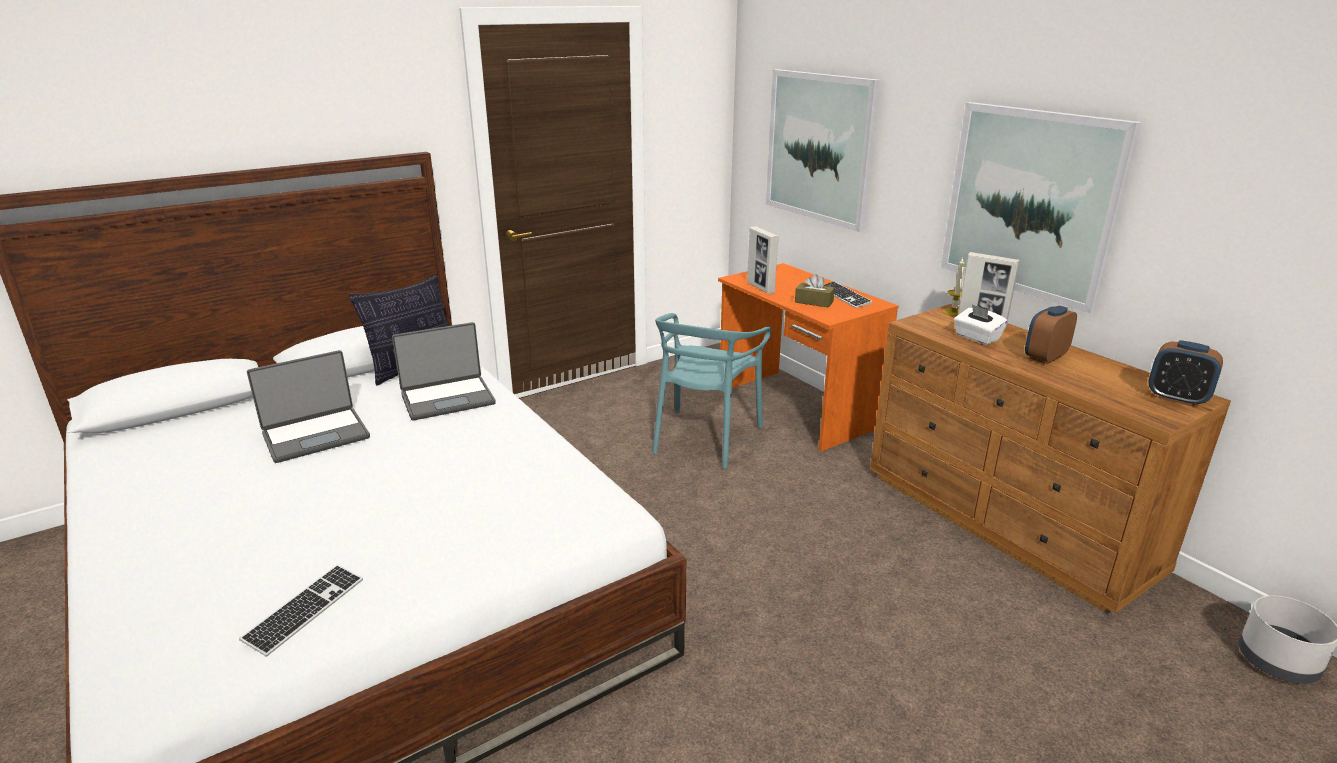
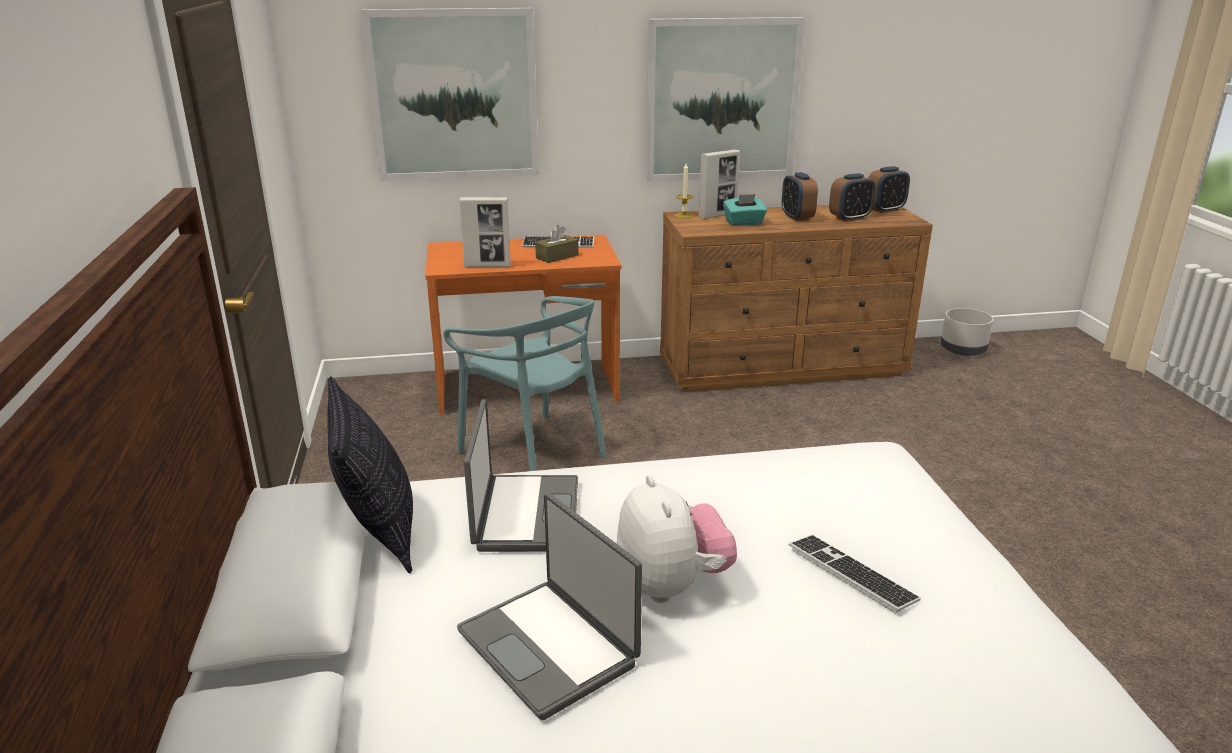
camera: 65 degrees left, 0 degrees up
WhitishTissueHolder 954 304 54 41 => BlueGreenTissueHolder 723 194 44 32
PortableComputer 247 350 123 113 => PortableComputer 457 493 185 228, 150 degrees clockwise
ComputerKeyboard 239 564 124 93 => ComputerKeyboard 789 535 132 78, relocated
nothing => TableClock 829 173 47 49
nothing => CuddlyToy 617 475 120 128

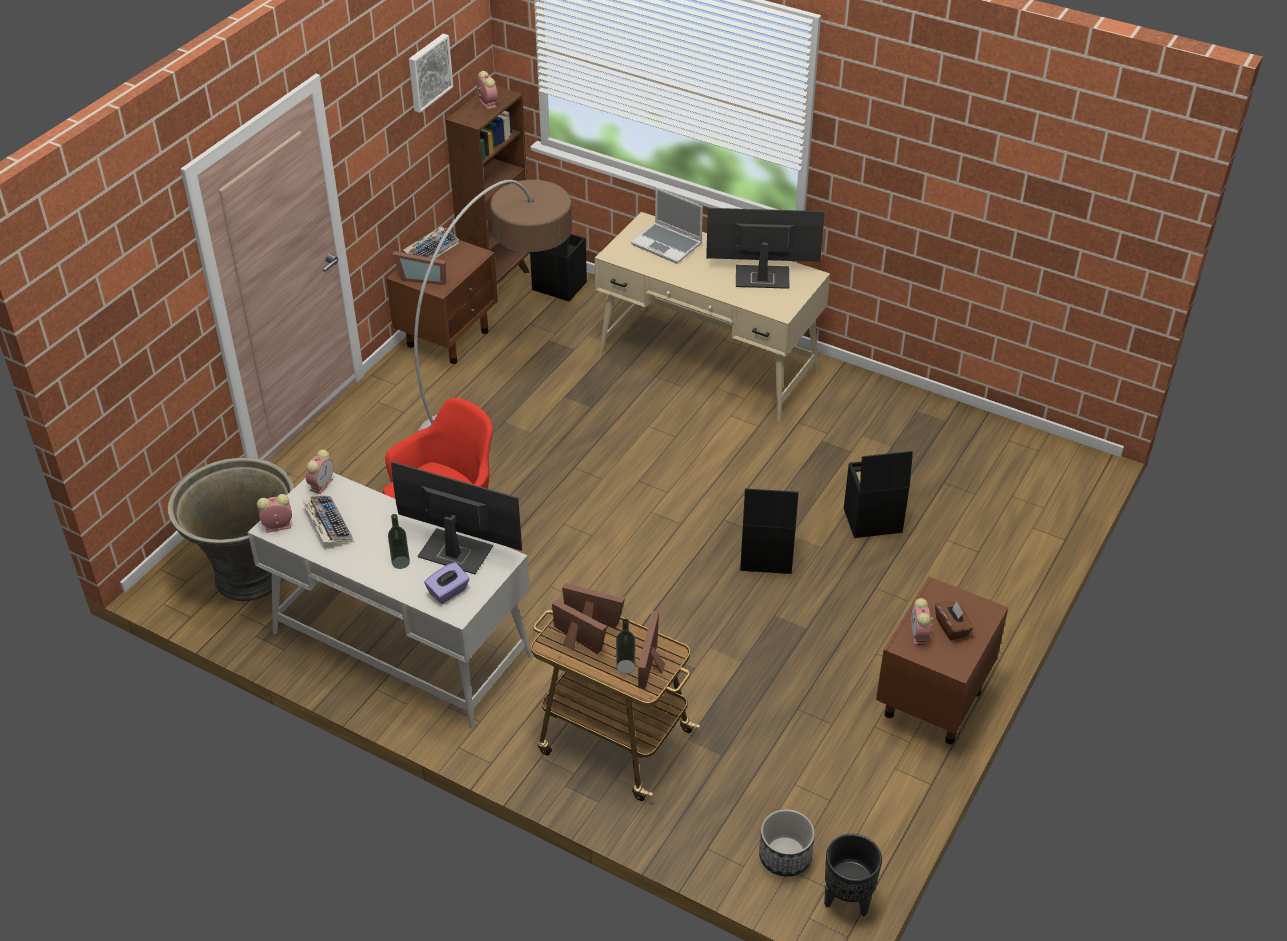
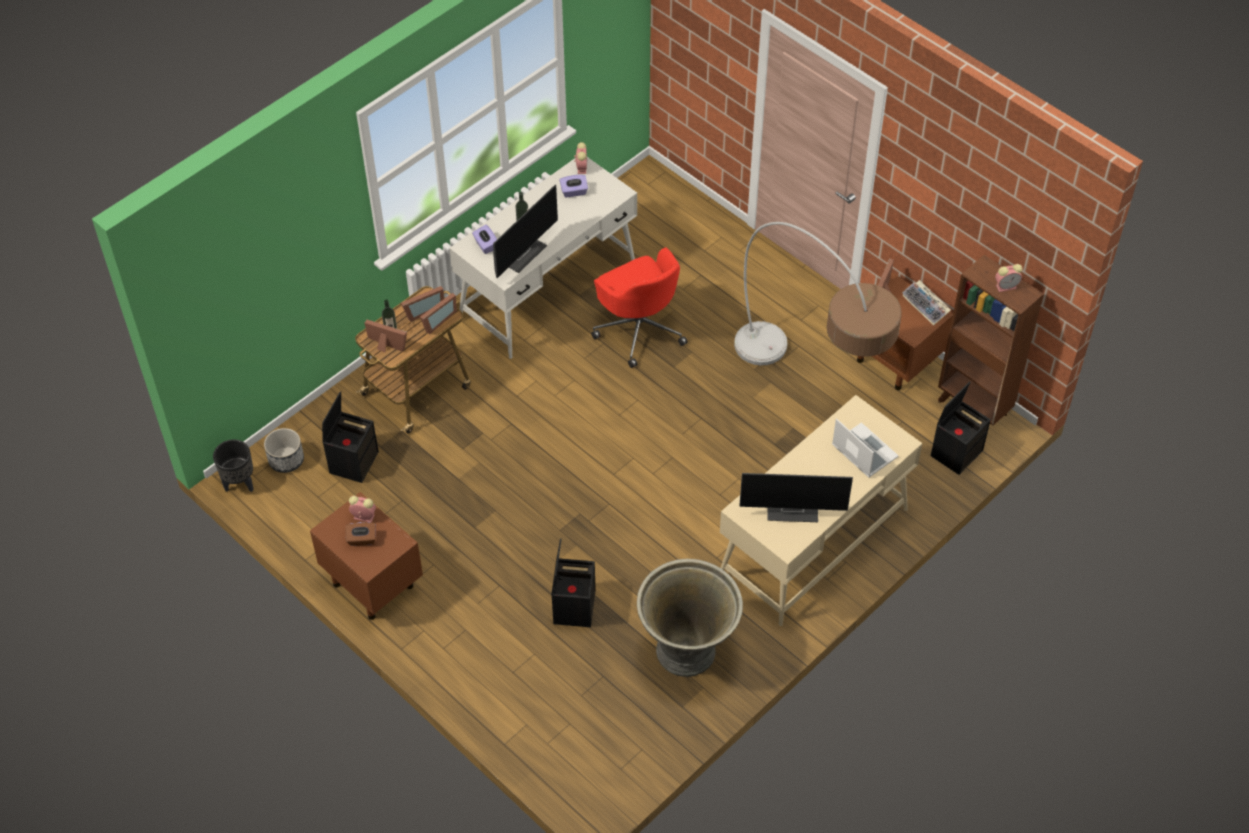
camera: 105 degrees right, 10 degrees up
WallPicture 409 34 44 79 => nothing
PortableComputer 631 188 72 76 => PortableComputer 832 418 67 60, 90 degrees clockwise
Monitor 706 208 119 81 => Monitor 739 473 114 49, 75 degrees clockwise
TableClock 306 449 28 45 => nothing
GreyPlanter 167 458 127 143 => GreyPlanter 637 559 106 118, relocated
BlackStorageBin 740 488 59 86 => BlackStorageBin 322 391 57 92, relocated
ComputerKeyboard 302 496 51 46 => PurplishTissueHolder 560 175 28 22

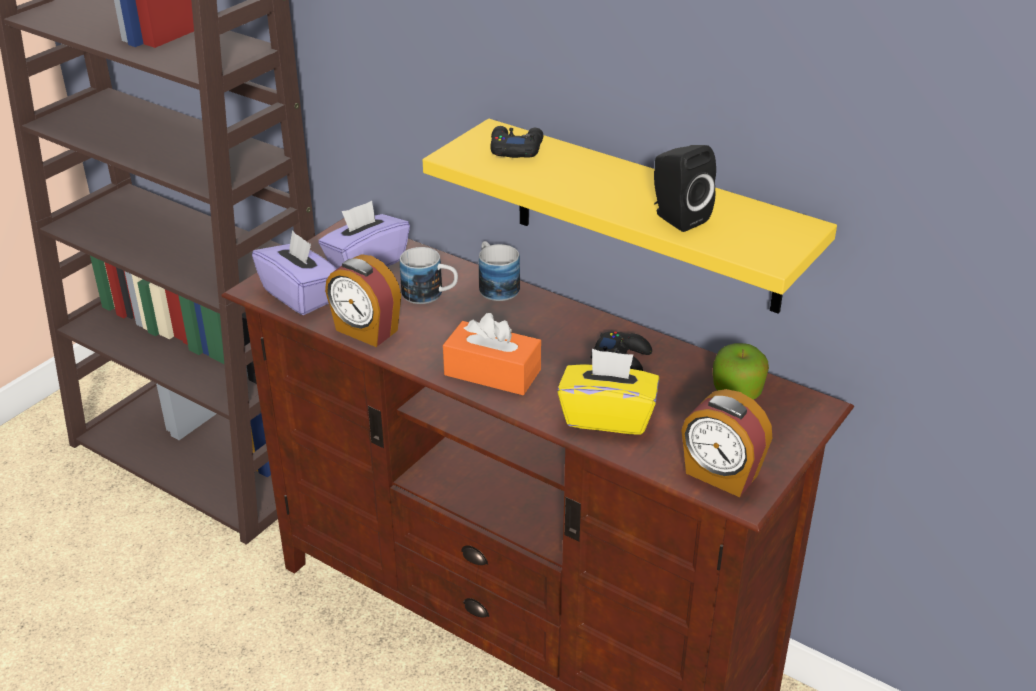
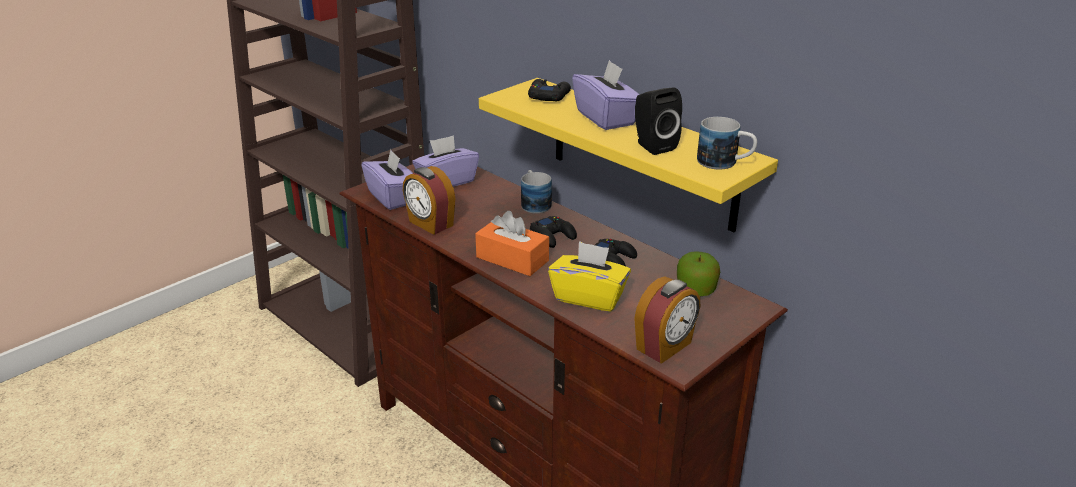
camera: 10 degrees right, 5 degrees down
Mug 400 247 58 57 => Mug 697 117 60 53, relocated
TableClock 681 389 91 108 => TableClock 634 276 66 88, 90 degrees counterclockwise
nothing => PurplishTissueHolder 572 60 68 70
nothing => BlackJoypad 530 216 47 32

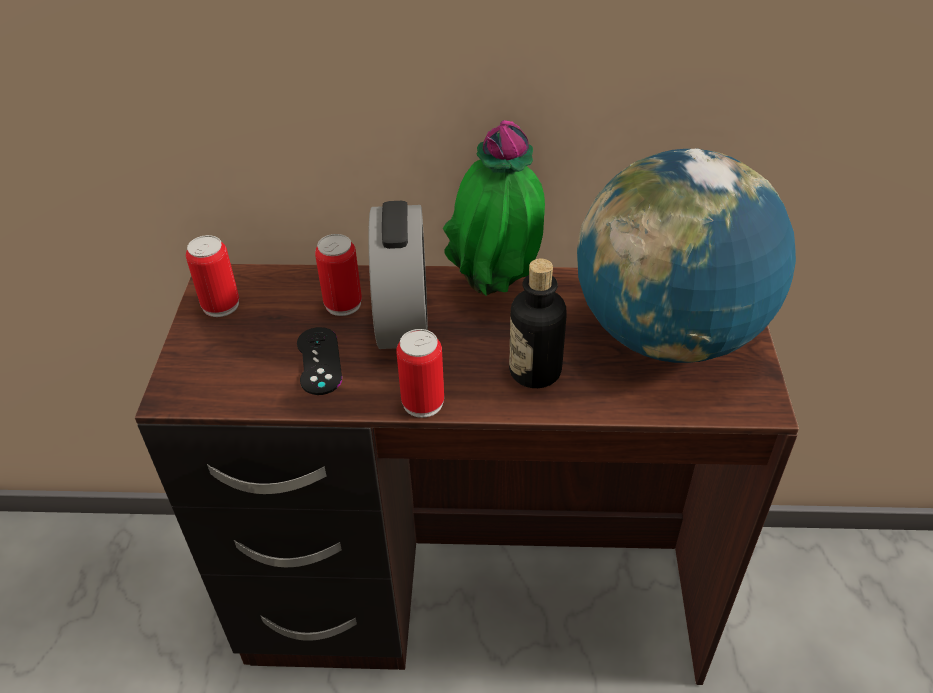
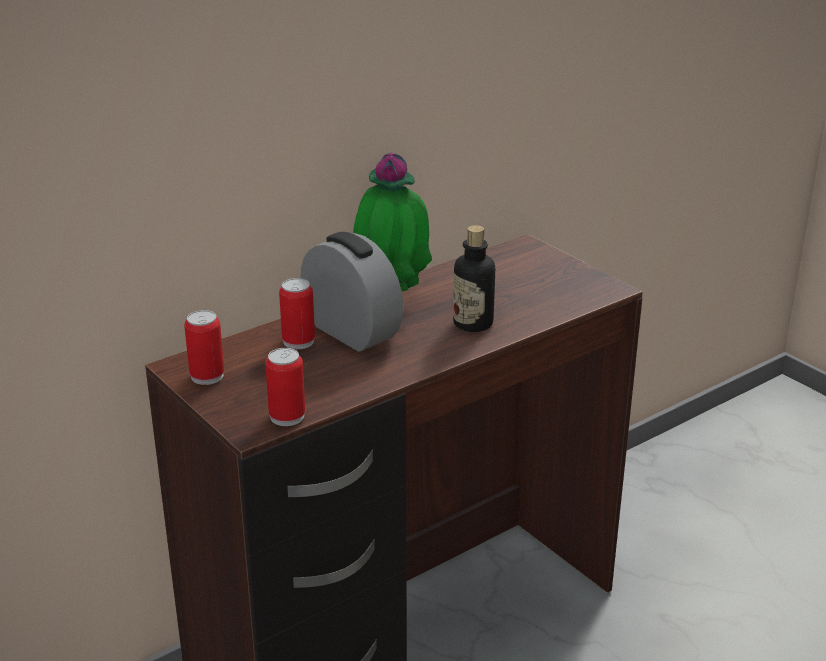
camera: 40 degrees left, 15 degrees down
DeskGlobe 577 148 219 215 => nothing
BlackJoypad 297 327 45 68 => nothing
MetalCan 396 329 48 89 => MetalCan 265 348 40 78, relocated

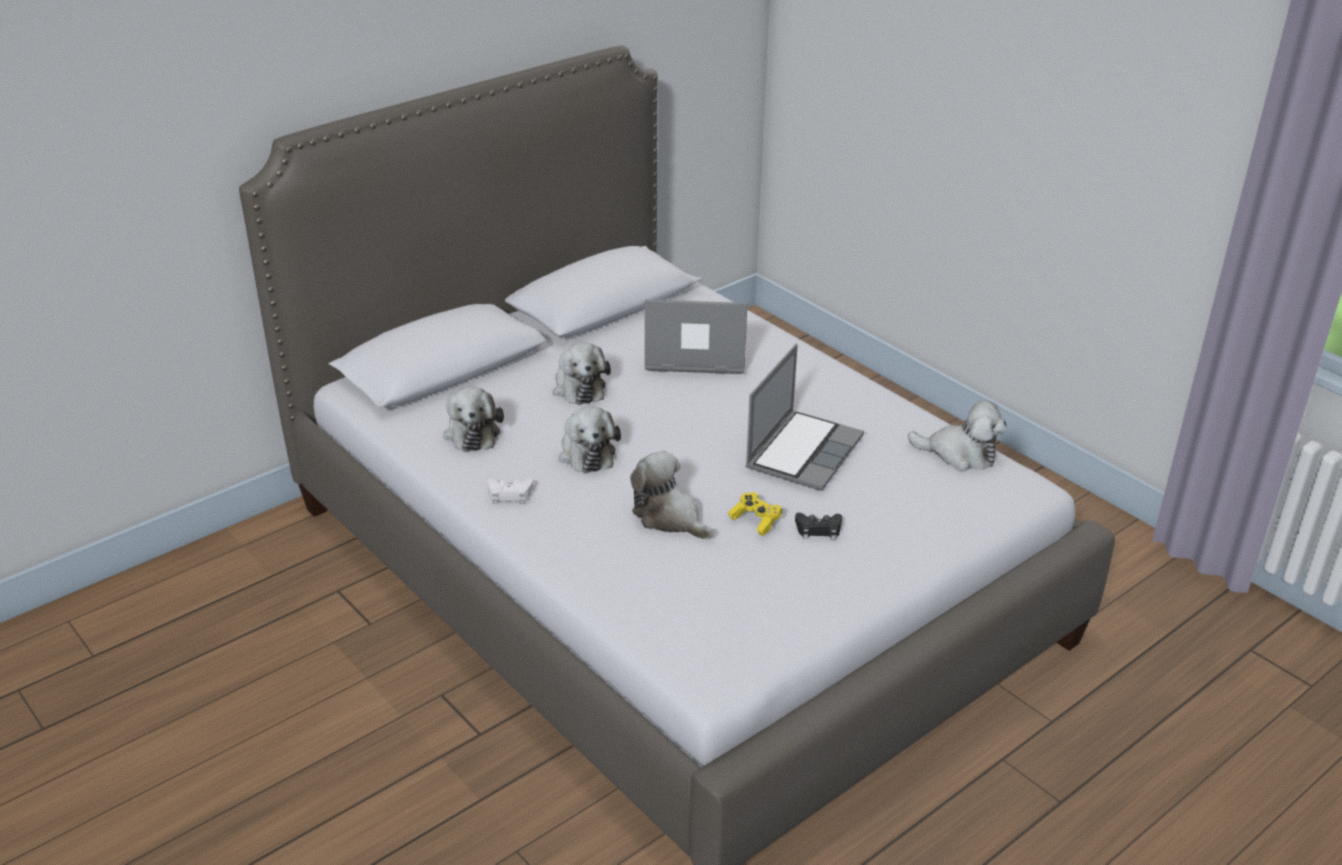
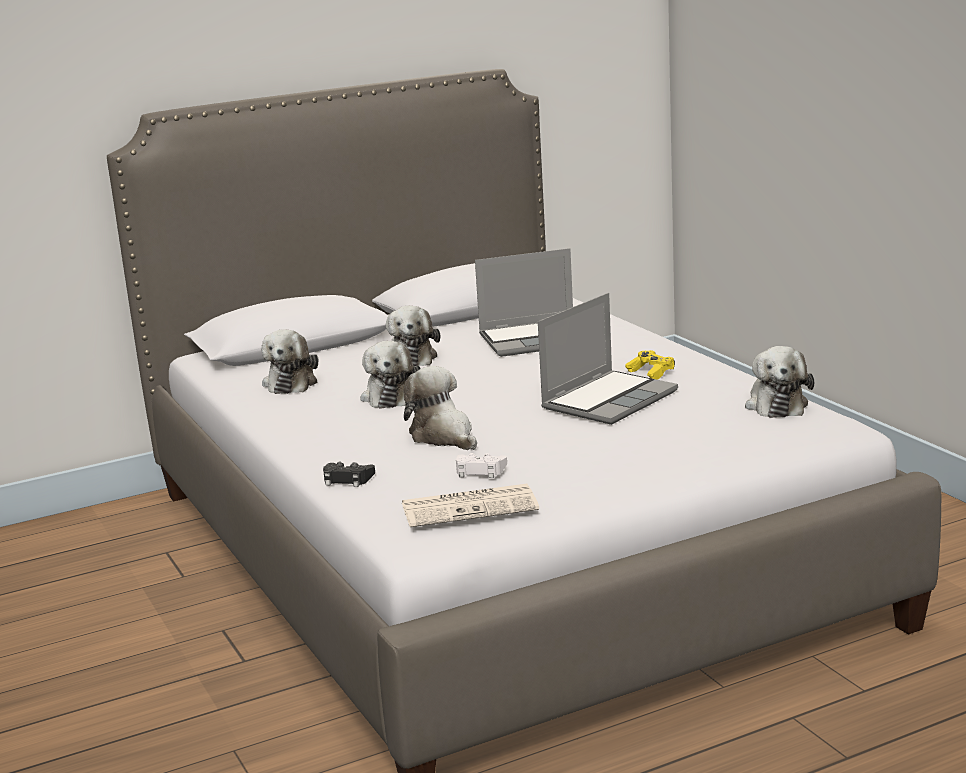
camera: 15 degrees right, 15 degrees down
PortableComputer 645 300 102 74 => PortableComputer 475 248 98 109, 150 degrees clockwise
CuddlyToy 908 401 99 71 => CuddlyToy 745 346 69 72, 60 degrees clockwise
WhitishJoypad 487 479 46 25 => WhitishJoypad 456 453 51 25, relocated
YellowJoypad 728 492 54 44 => YellowJoypad 625 350 50 30, relocated
BlackJoypad 795 513 47 27 => BlackJoypad 323 461 52 26, relocated
nothing => Newspaper 402 484 137 43

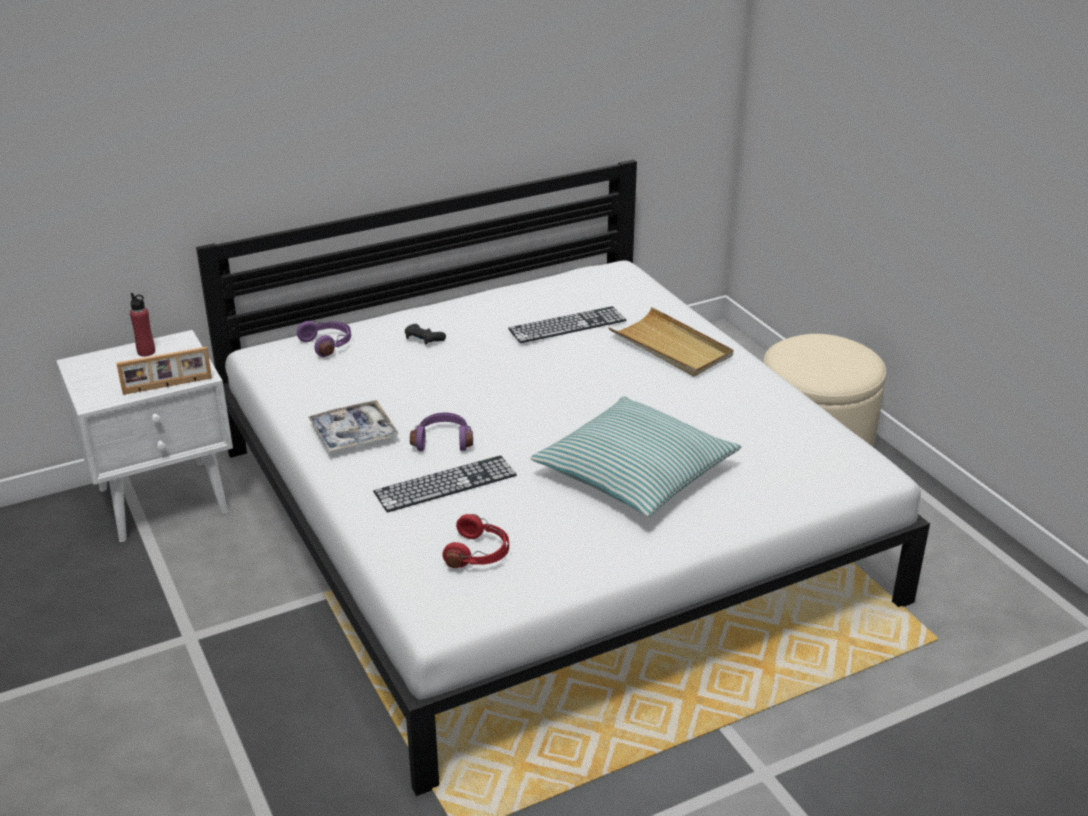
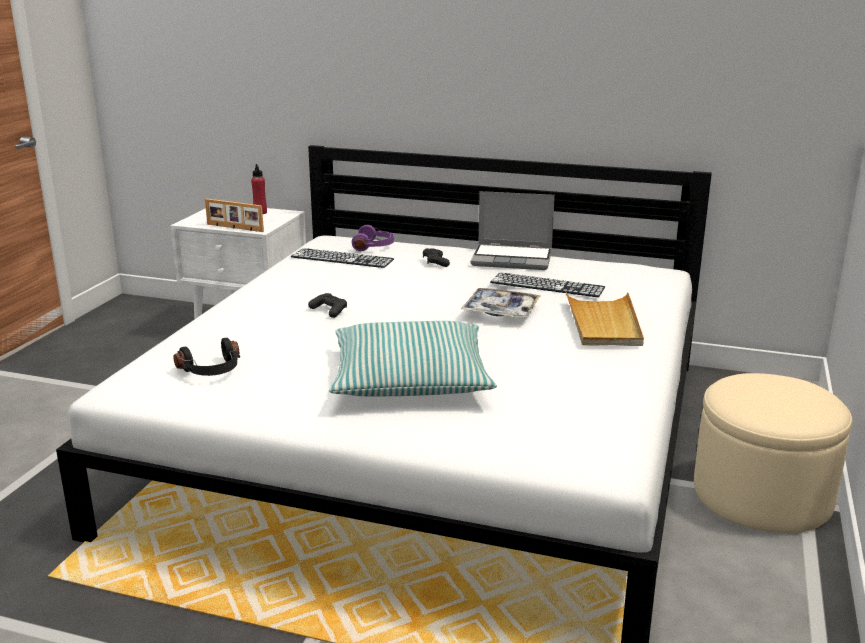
camera: 45 degrees right, 10 degrees down
ServingTray 308 400 91 52 => ServingTray 461 288 80 30, relocated
PurplishPairOfHeadphones 410 412 63 39 => BlackJoypad 308 293 39 25
ComputerKeyboard 373 455 144 58 => ComputerKeyboard 291 248 103 20, relocated
ReddishPairOfHeadphones 443 514 66 54 => BlackPairOfHeadphones 174 338 66 38
nothing => PortableComputer 471 191 84 79

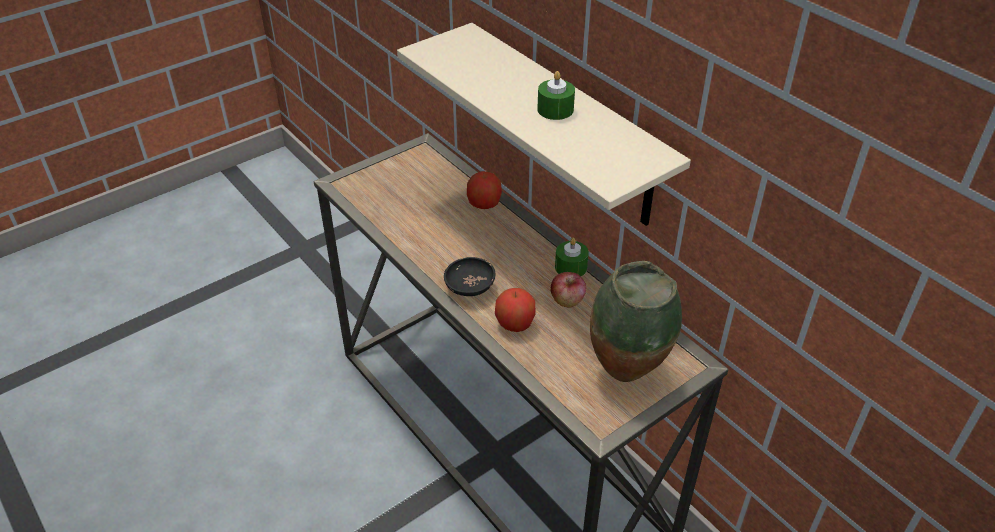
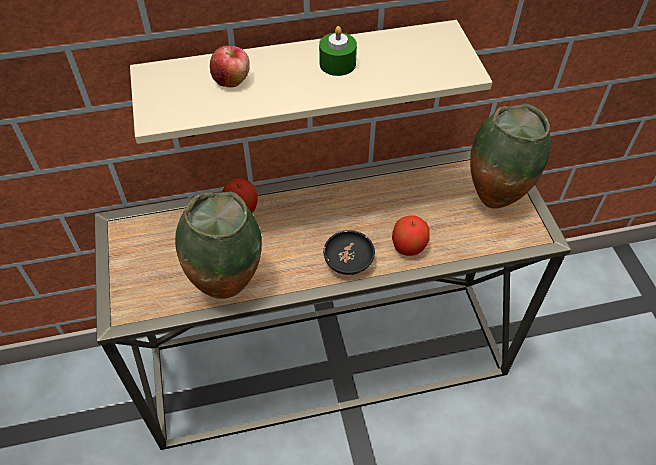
camera: 65 degrees left, 10 degrees up
GreenWaxCandle 555 238 34 38 => nothing
Apple 550 272 36 35 => Apple 210 46 40 41, relocated
nothing => FlowerVase 175 192 87 107

